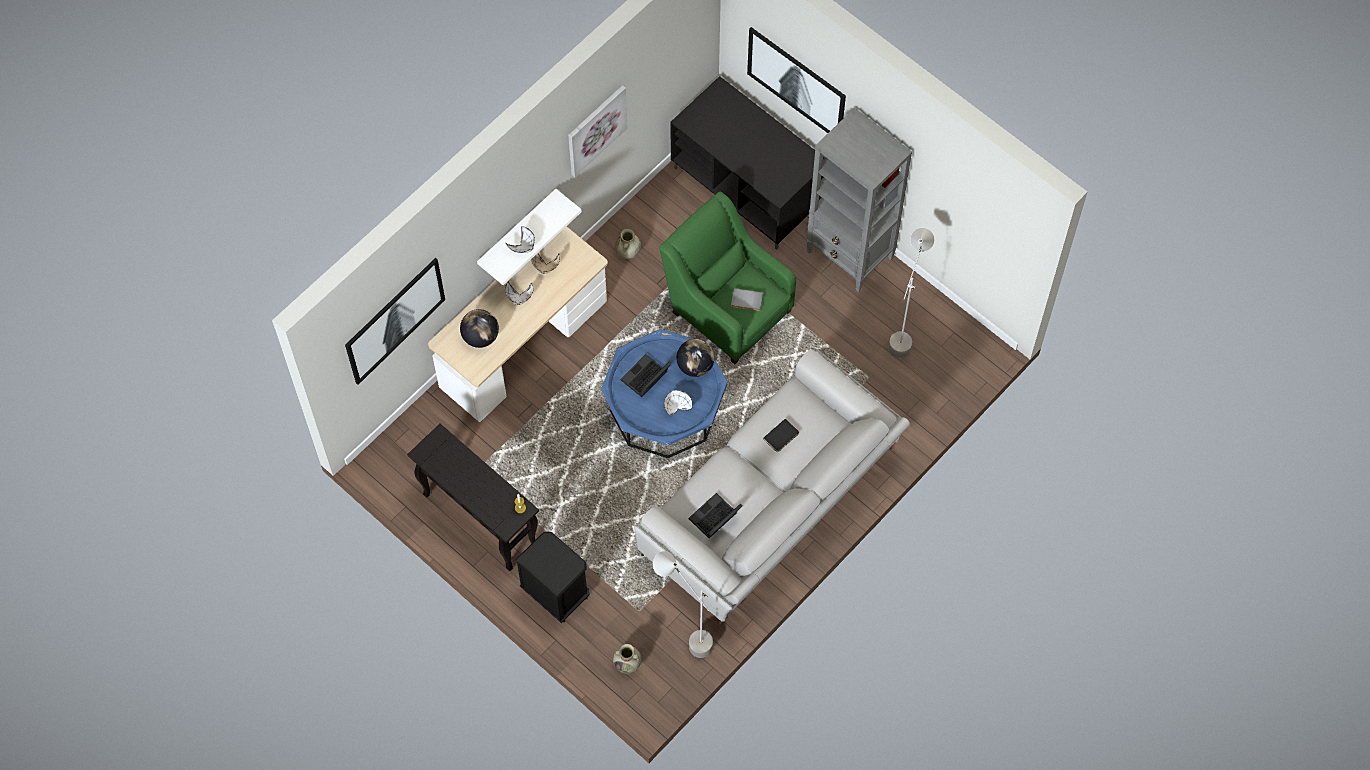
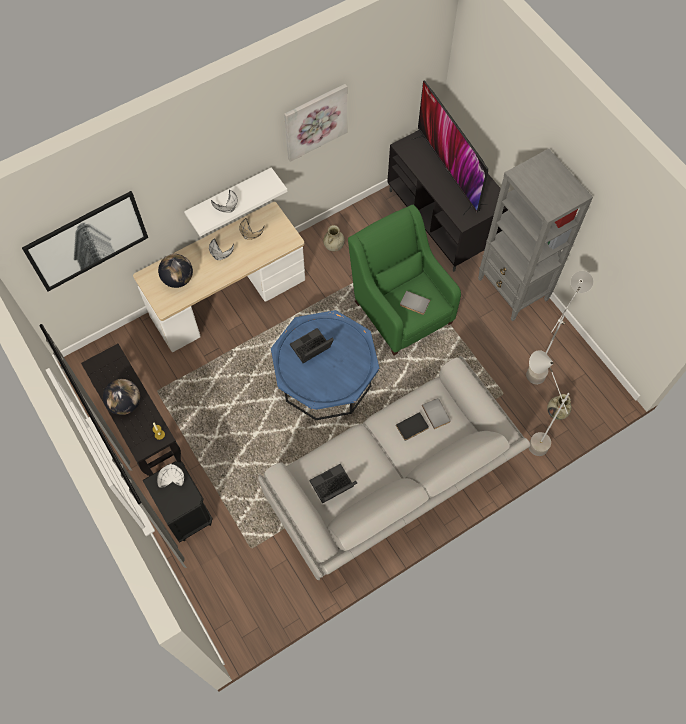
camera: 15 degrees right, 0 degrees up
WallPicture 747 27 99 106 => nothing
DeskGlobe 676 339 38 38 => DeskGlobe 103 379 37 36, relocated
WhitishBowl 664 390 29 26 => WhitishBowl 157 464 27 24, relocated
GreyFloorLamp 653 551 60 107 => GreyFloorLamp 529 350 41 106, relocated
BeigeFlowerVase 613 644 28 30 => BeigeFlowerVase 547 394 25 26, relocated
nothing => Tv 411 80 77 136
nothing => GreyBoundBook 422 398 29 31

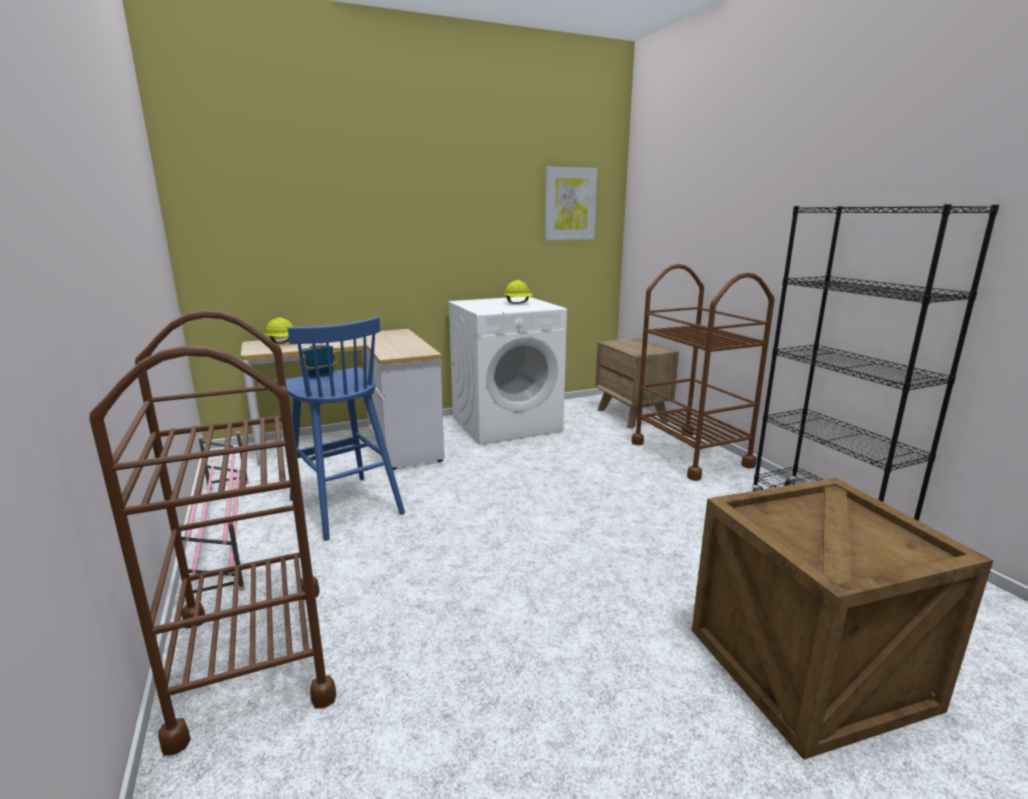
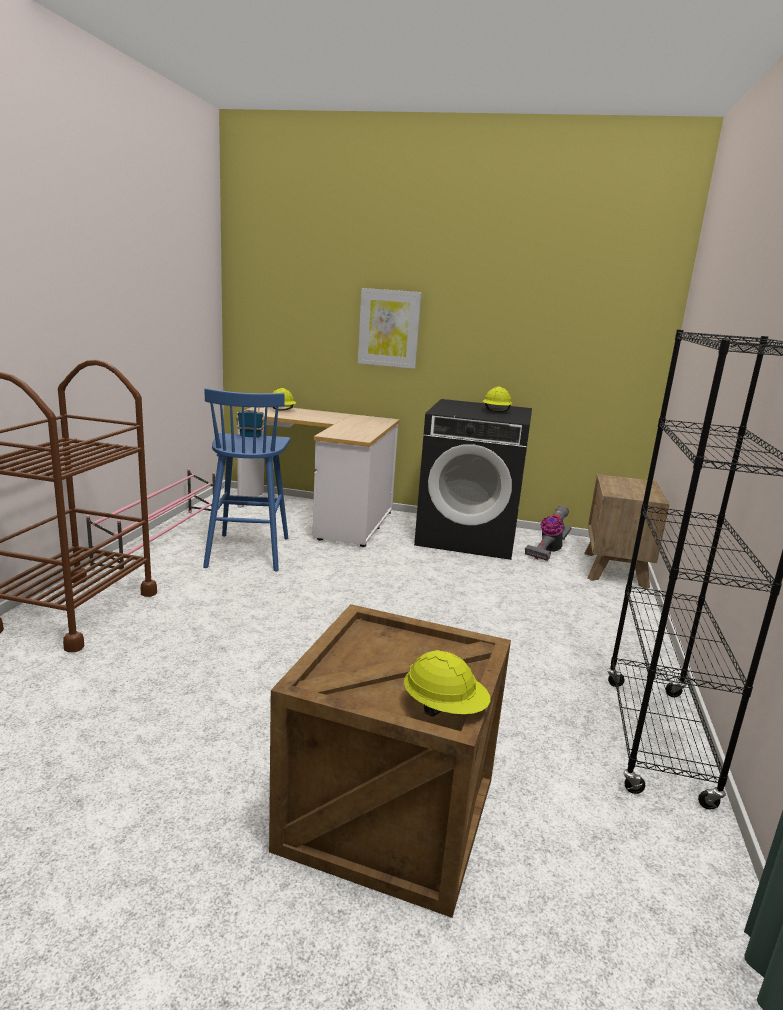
camera: 35 degrees right, 0 degrees up
WallPicture 545 167 52 73 => WallPicture 358 288 63 81, relocated
BrownishCart 631 264 144 217 => nothing
WhitishWashingMachine 448 297 119 148 => BlackWashingMachine 414 399 118 161
nothing => VacuumCleaner 525 506 46 55
nothing => YellowSafetyHelmet 404 650 86 67

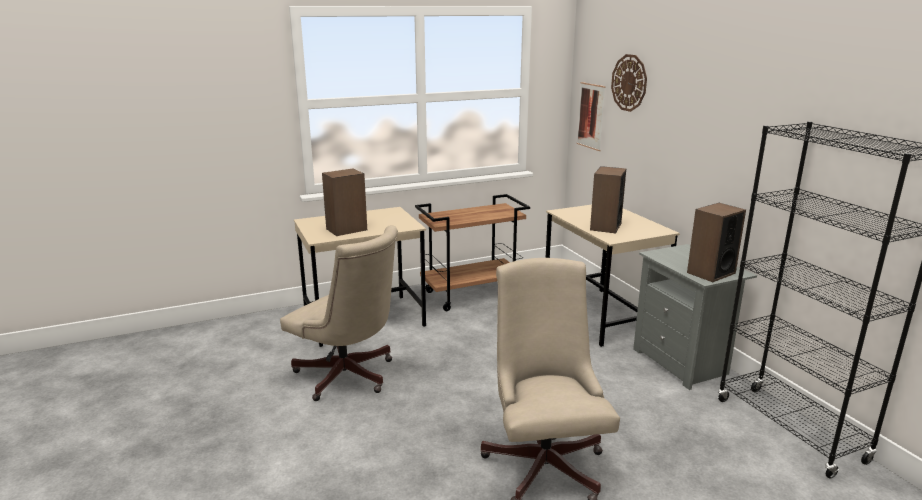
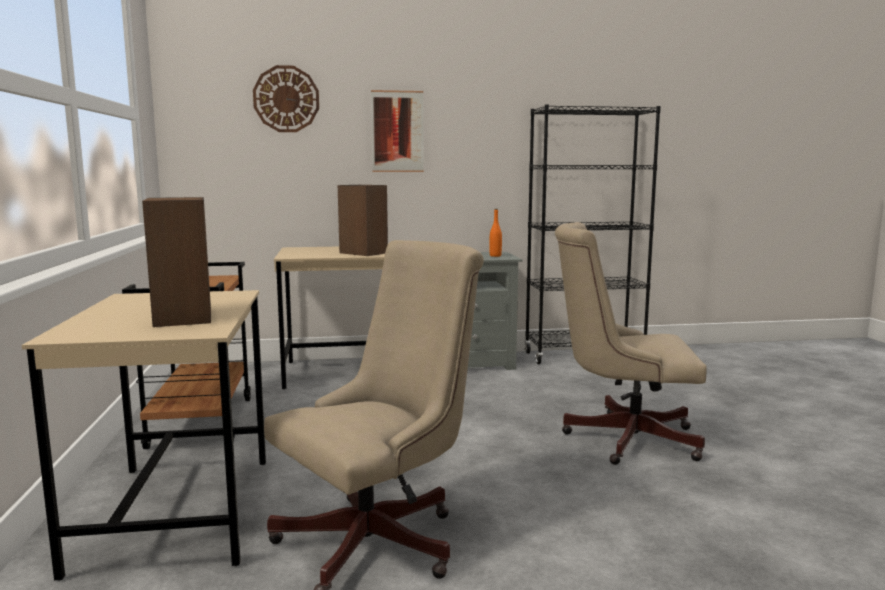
camera: 75 degrees left, 10 degrees down
WallPicture 577 82 29 69 => WallPicture 371 90 53 82, relocated
Speaker 687 203 59 79 => OrangeBottle 489 209 13 48

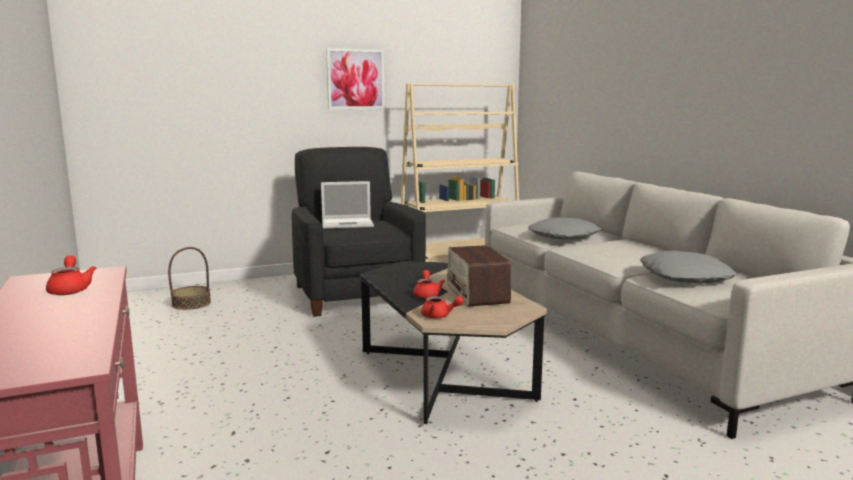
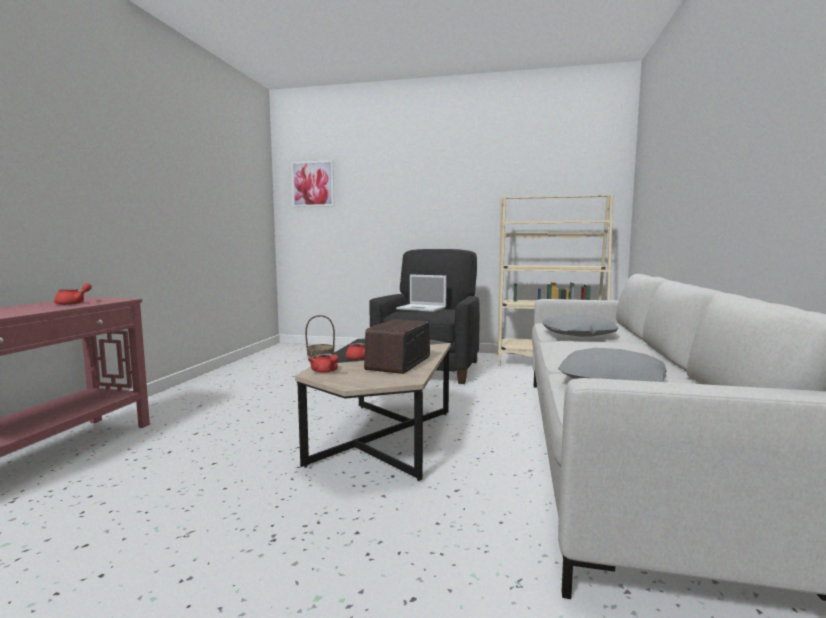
camera: 35 degrees right, 5 degrees down
WallPicture 326 48 59 61 => WallPicture 291 160 43 47, relocated

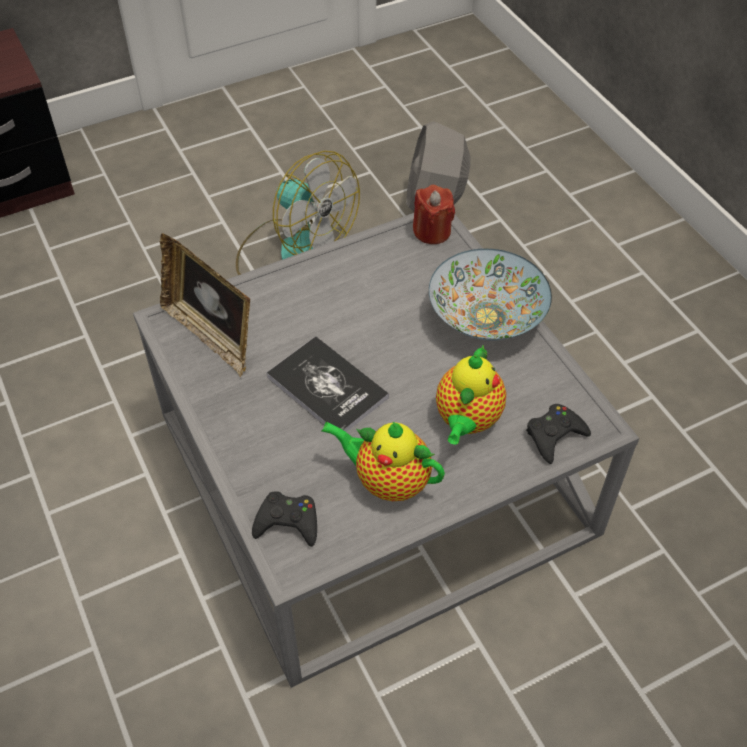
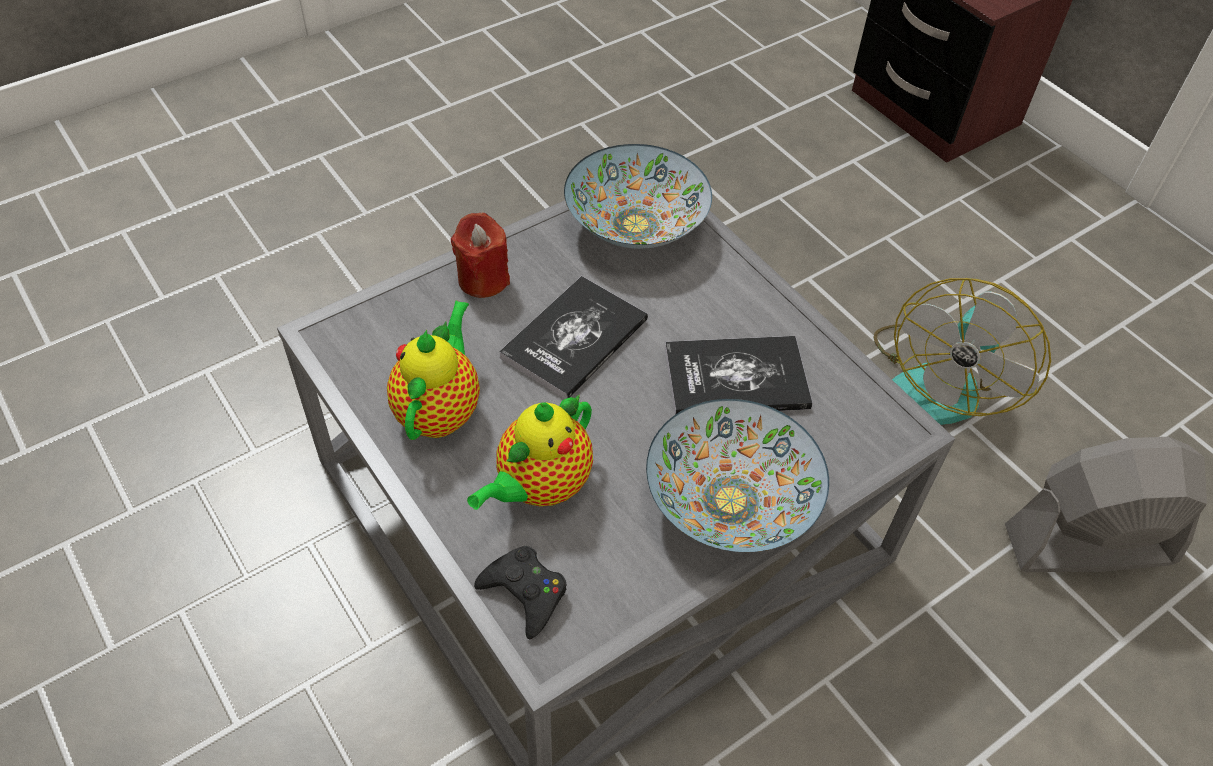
camera: 80 degrees right, 0 degrees up
ReddishWaxCandle 413 185 42 59 => ReddishWaxCandle 451 213 59 85, relocated
PhotoFrame 160 233 90 144 => Bowl 564 144 148 105
Teapot 436 345 70 100 => Teapot 467 394 126 116, 60 degrees counterclockwise
BlackJoypad 252 491 65 56 => nothing
nothing => BoundBook 665 336 147 79

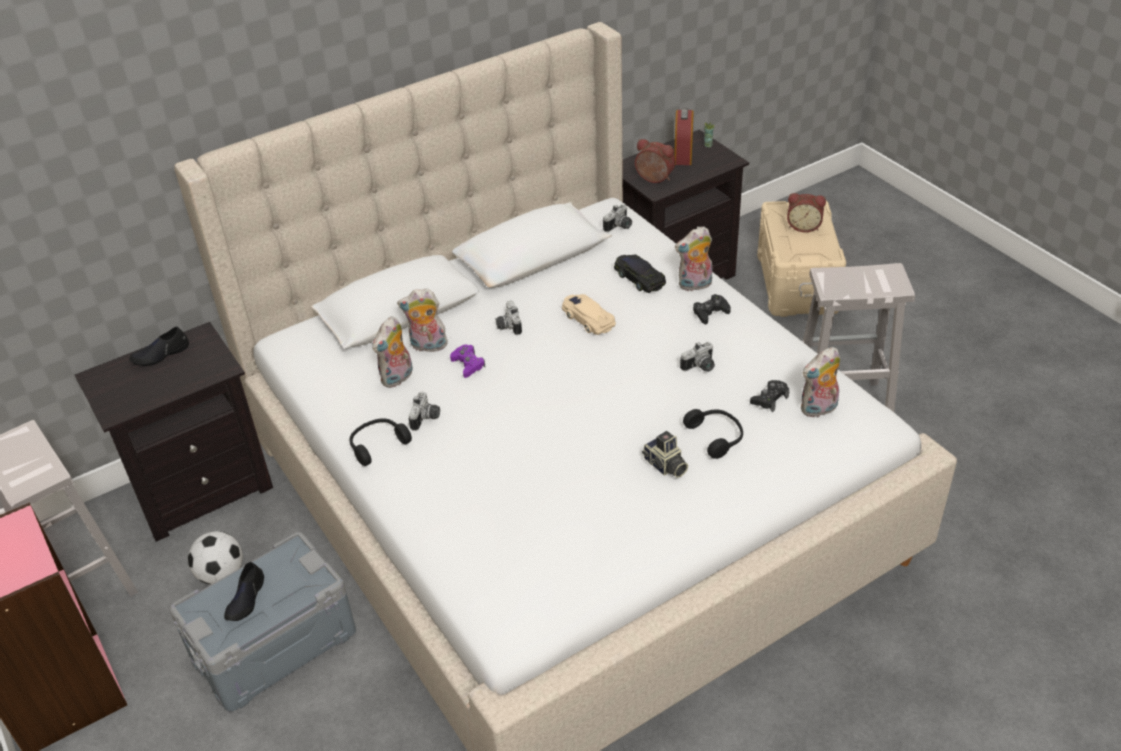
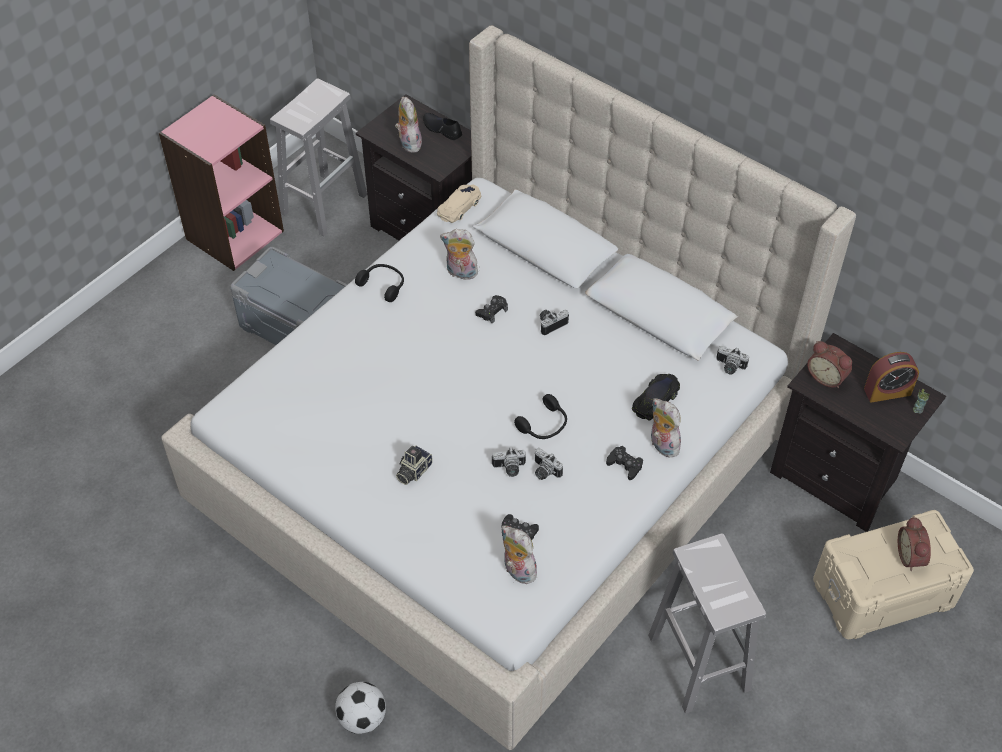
camera: 70 degrees right, 10 degrees up
TableClock 635 139 40 44 => TableClock 807 341 45 47, 120 degrees clockwise
CuddlyToy 397 288 52 64 => CuddlyToy 395 97 27 55, relocated
BeigeToyCar 562 294 54 41 => BeigeToyCar 437 184 44 39, relocated
PurplishJoypad 450 345 36 33 => BlackJoypad 475 295 33 28
PhotoCamera 408 392 32 39 => PhotoCamera 492 448 34 29, relocated
BlackPairOfHeadphones 683 409 60 50 => BlackPairOfHeadphones 514 394 53 45, relocated
Football 188 531 55 54 => Football 335 682 51 52, relocated
BlackLowShoe 224 562 40 59 => nothing

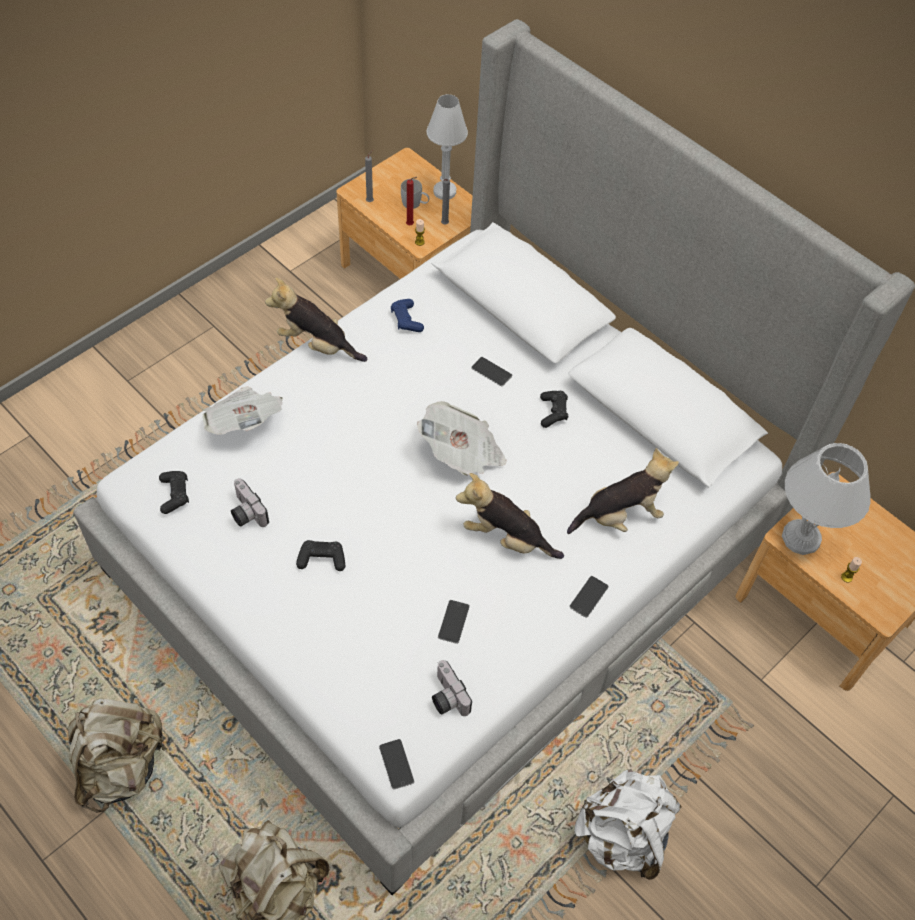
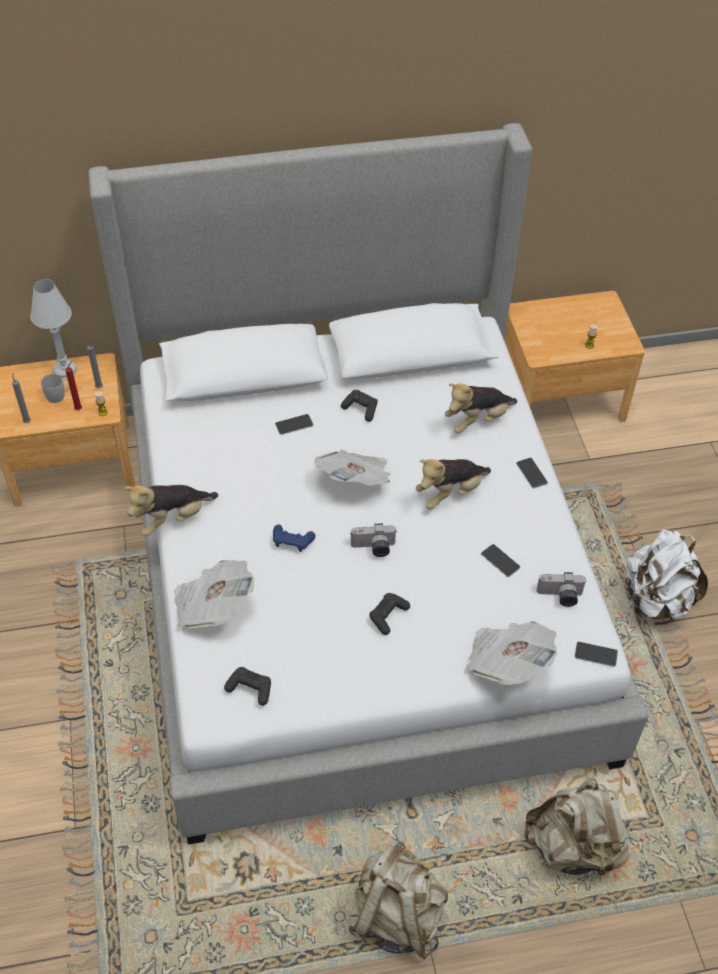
camera: 55 degrees left, 5 degrees down
BlueColouredJoypad 391 299 33 33 => BlueColouredJoypad 273 525 42 27, relocated
WhitishLampForATable 782 443 89 112 => nothing
CuddlyToy 567 448 112 86 => CuddlyToy 445 383 72 50, 135 degrees counterclockwise
PhotoCamera 231 478 38 49 => PhotoCamera 350 523 47 34, relocated
nothing => Newspaper 466 622 91 63

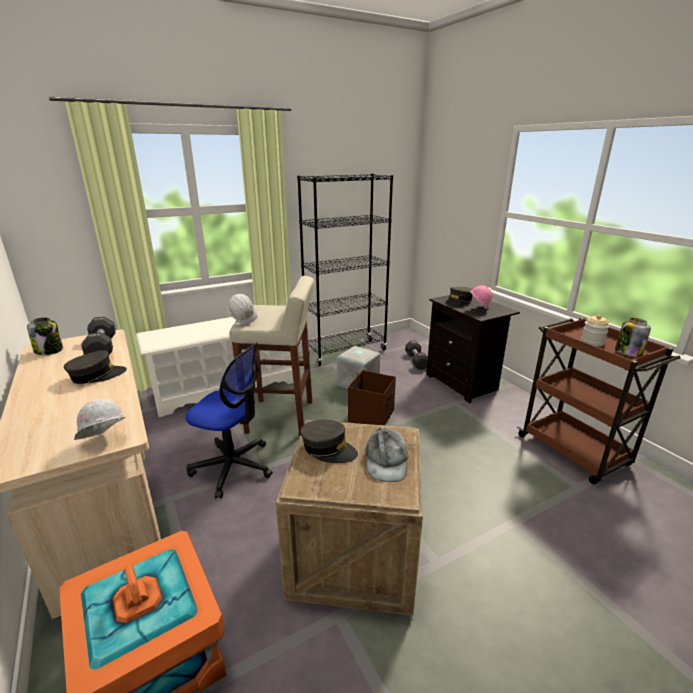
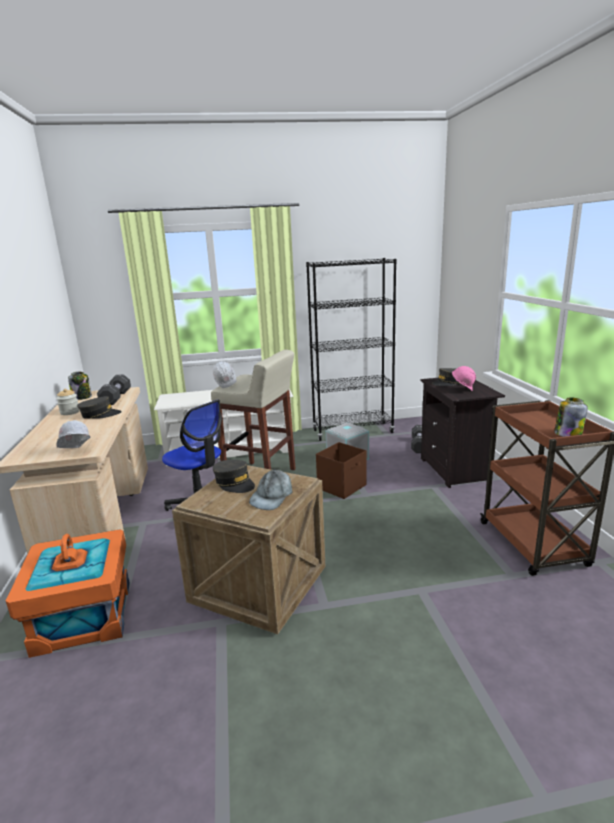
camera: 20 degrees right, 5 degrees down
StorageJar 581 315 29 31 => StorageJar 56 388 24 27, relocated

